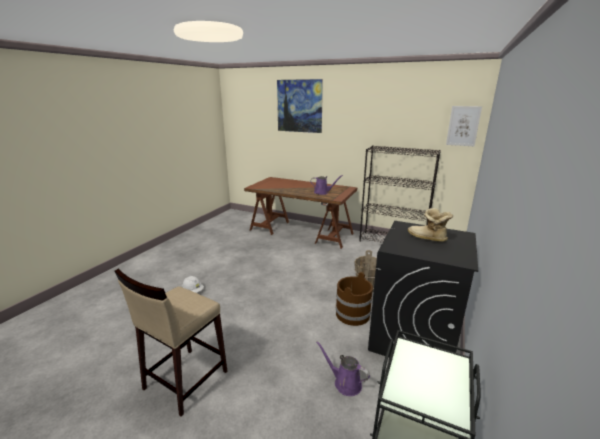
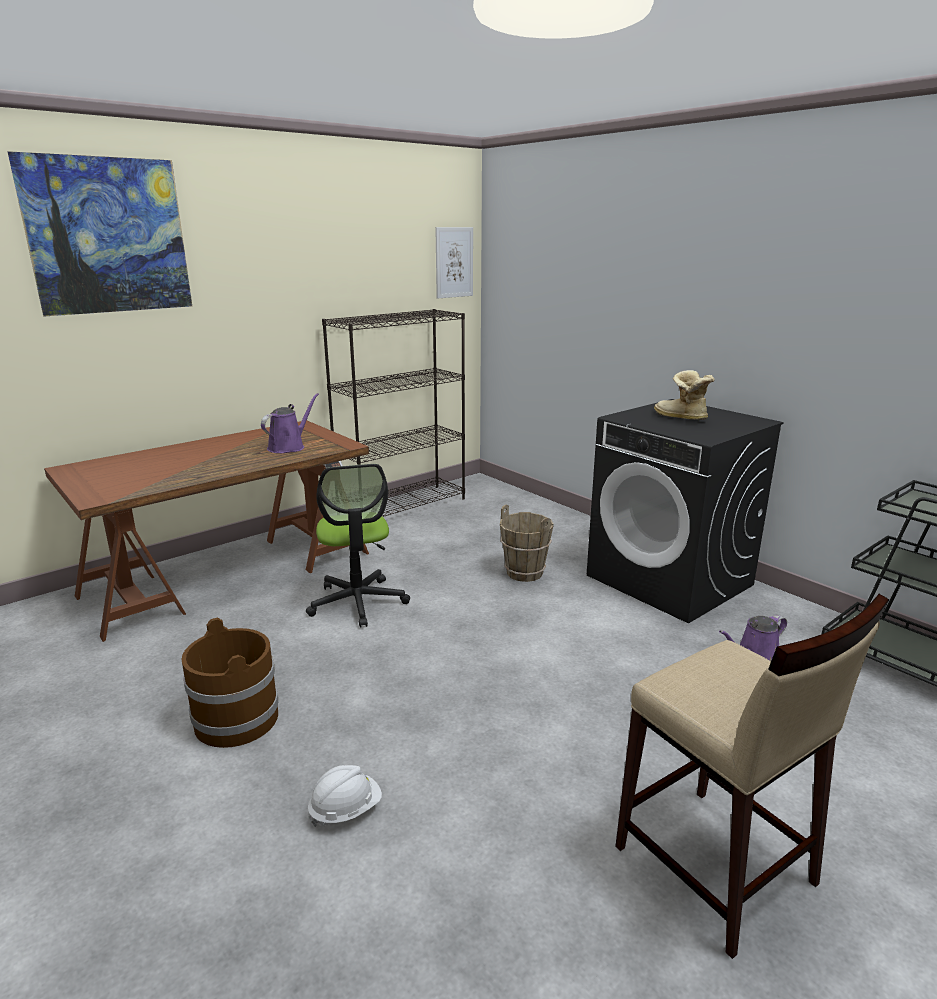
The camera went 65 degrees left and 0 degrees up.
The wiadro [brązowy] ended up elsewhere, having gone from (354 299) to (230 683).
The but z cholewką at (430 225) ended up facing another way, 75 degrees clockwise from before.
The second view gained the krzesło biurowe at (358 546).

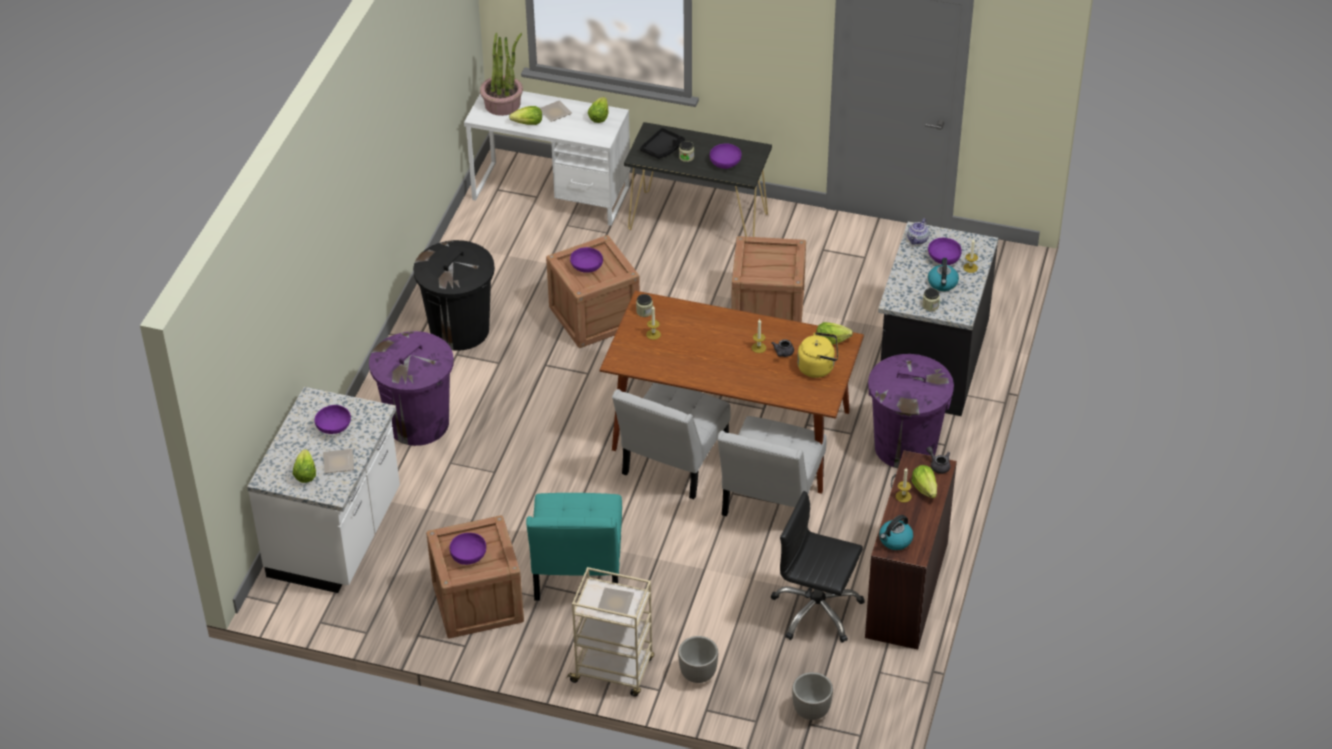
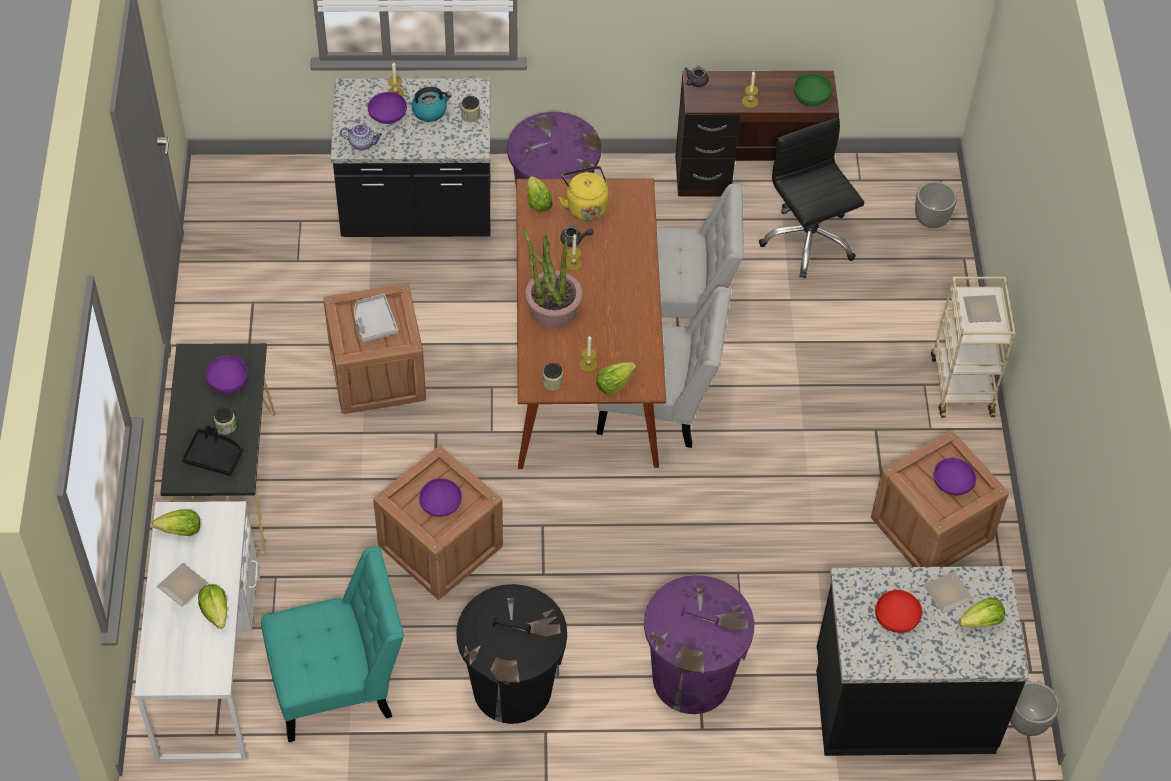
The camera went 110 degrees left and 10 degrees up.
What was the zabudowa kuchenna [biały] at (323 490) turned into the zabudowa kuchenna [czarny] at (922 661).
What was the miska [fioletowy] at (333 419) turned into the miska [czerwony] at (899 611).
The roślina doniczkowa ended up elsewhere, having gone from (501 74) to (553 278).
The krzesło [turkusowy] ended up elsewhere, having gone from (574 546) to (332 644).
The donica ended up elsewhere, having gone from (698 659) to (1034 709).
The krzesło biurowe [czarny] at (818 567) ended up facing another way, 150 degrees clockwise from before.
Where the czajnik stood at (896 532), the miska [zielony] came to stand at (813 89).
The sałata ended up elsewhere, having gone from (924 482) to (616 378).
The second view gained the taca [szary] at (376 318).

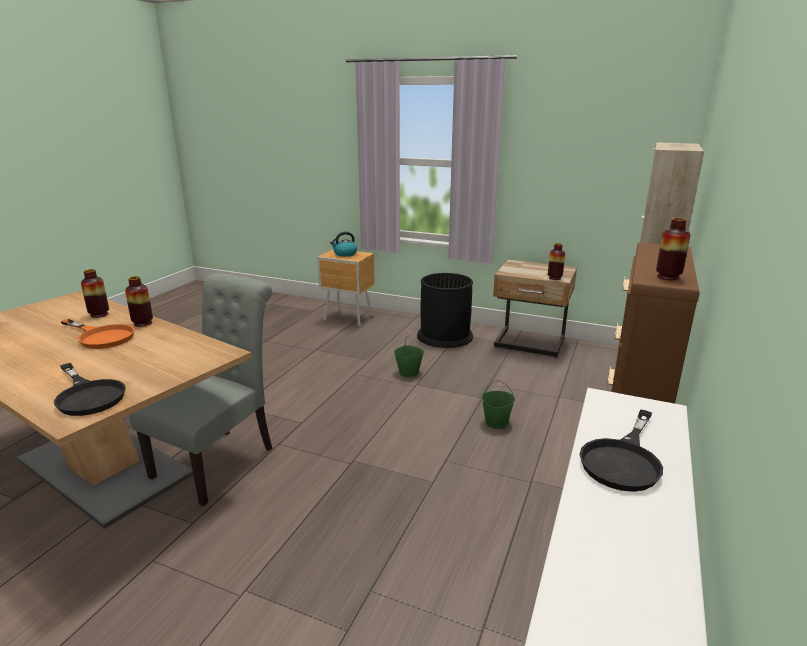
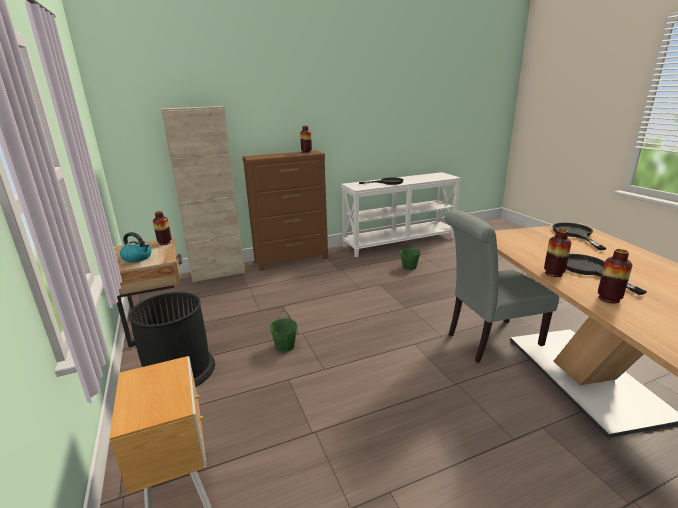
The camera went 135 degrees left and 0 degrees up.
What was the patelnia [pomarańczowy] at (97 334) turned into the patelnia [czarny] at (606 274).
The czajnik ended up elsewhere, having gone from (343 244) to (136 247).
The wiadro [zielony] ended up elsewhere, having gone from (498 404) to (410 256).

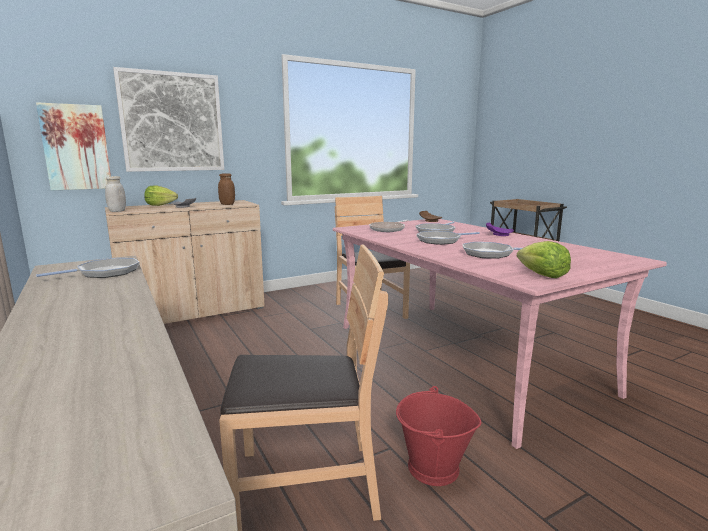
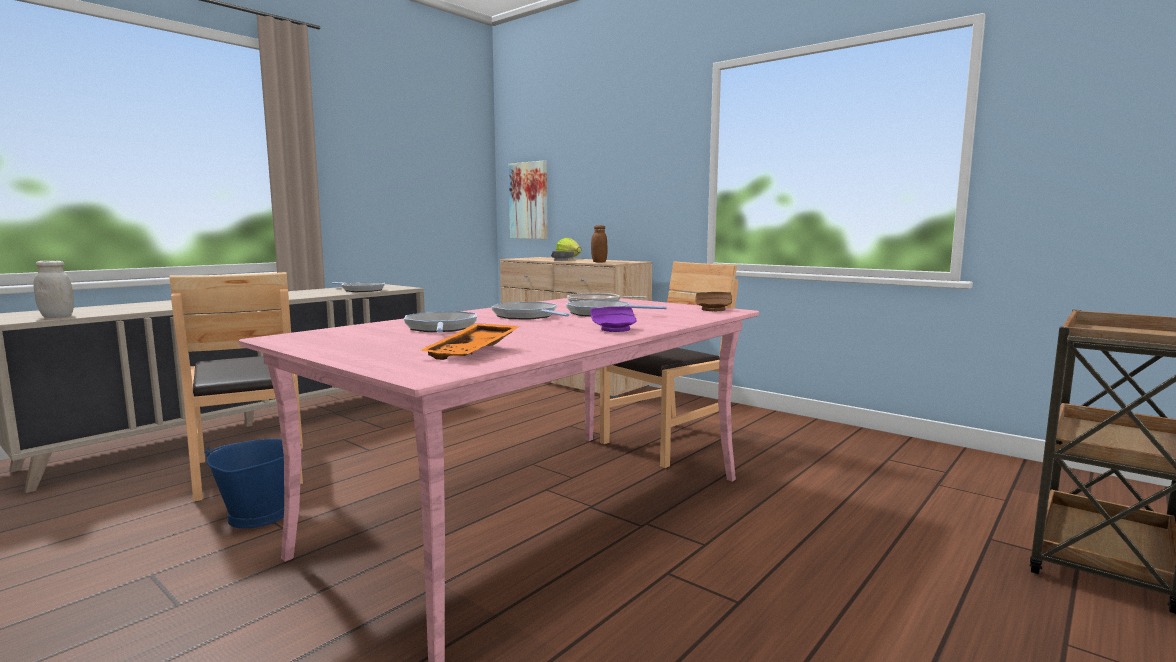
The camera went 70 degrees right and 5 degrees down.
The słoik [biały] ended up elsewhere, having gone from (115 194) to (53 289).
The second view lost the obraz at (168 119).
What was the wiadro [czerwony] at (438 436) turned into the wiadro [niebieski] at (244 483).
The second view lost the sałata at (544 259).
The second view gained the taca [pomarańczowy] at (469 342).

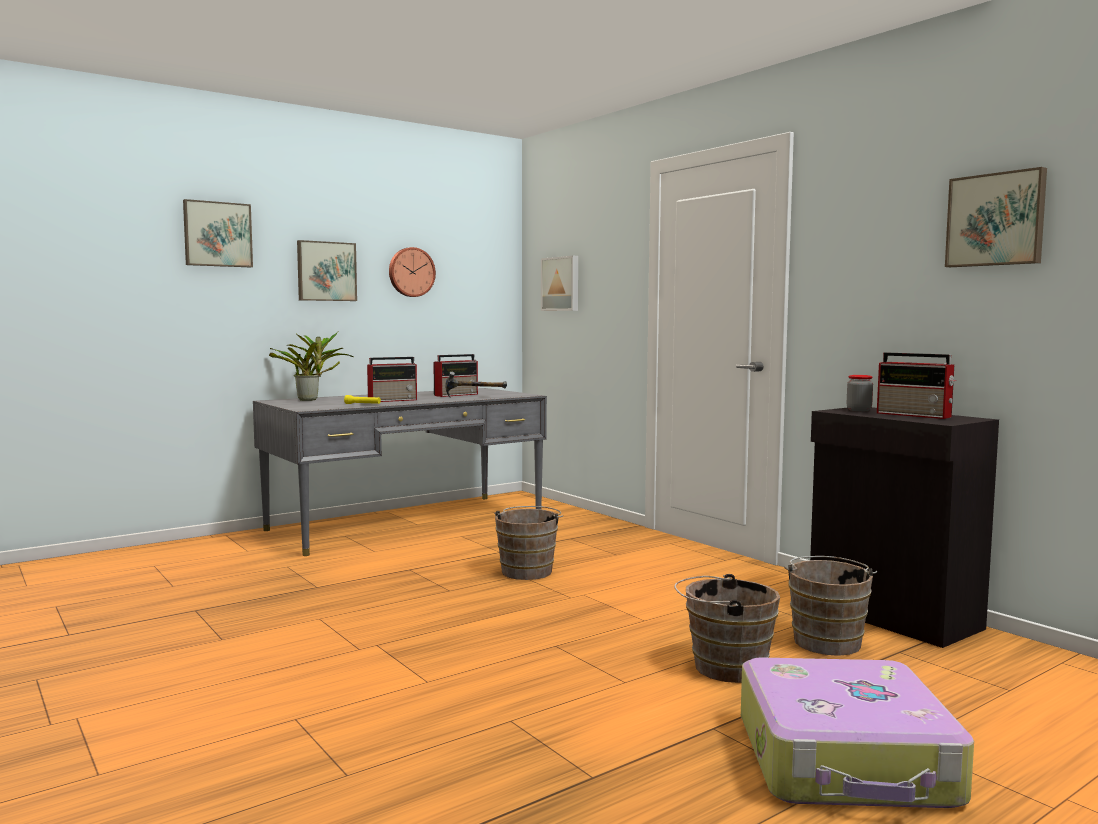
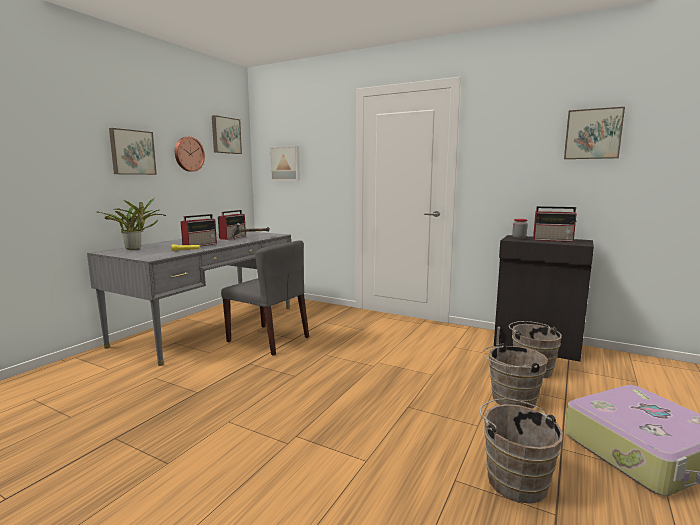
The camera went 25 degrees left and 5 degrees up.
The obraz ended up elsewhere, having gone from (218 233) to (227 134).
The wiadro [brązowy] ended up elsewhere, having gone from (528 543) to (521 451).
The second view gained the krzesło [szary] at (265 298).

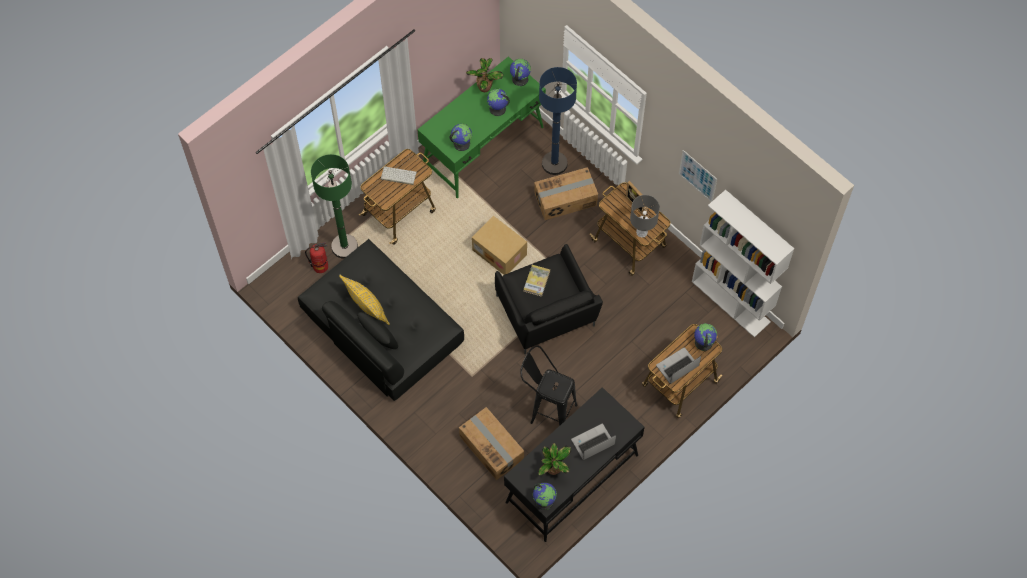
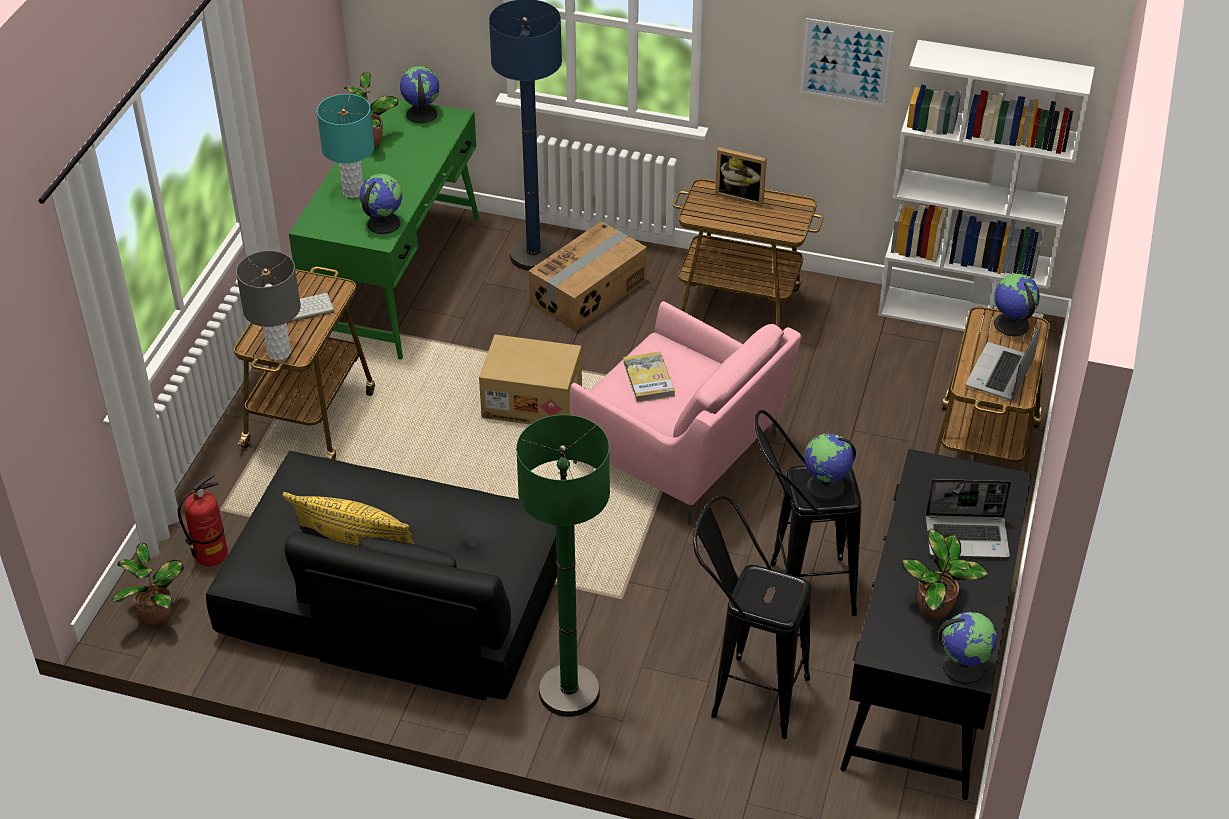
The camera went 30 degrees left and 20 degrees down.
The lampa stojąca [zielony] ended up elsewhere, having gone from (334 206) to (563 566).
Where the karton stood at (491 443), the stołek [czarny] came to stand at (752 617).
The globus ended up elsewhere, having gone from (498 102) to (830 467).
What was the fotel [czarny] at (549 299) turned into the fotel [różowy] at (685 413).
The laptop at (593 442) ended up facing another way, 120 degrees counterclockwise from before.
The lampa stołowa [szary] ended up elsewhere, having gone from (645 216) to (268 305).
The second view gained the roślina doniczkowa at (148 584).
The second view gained the lampa stołowa [turkusowy] at (345 146).

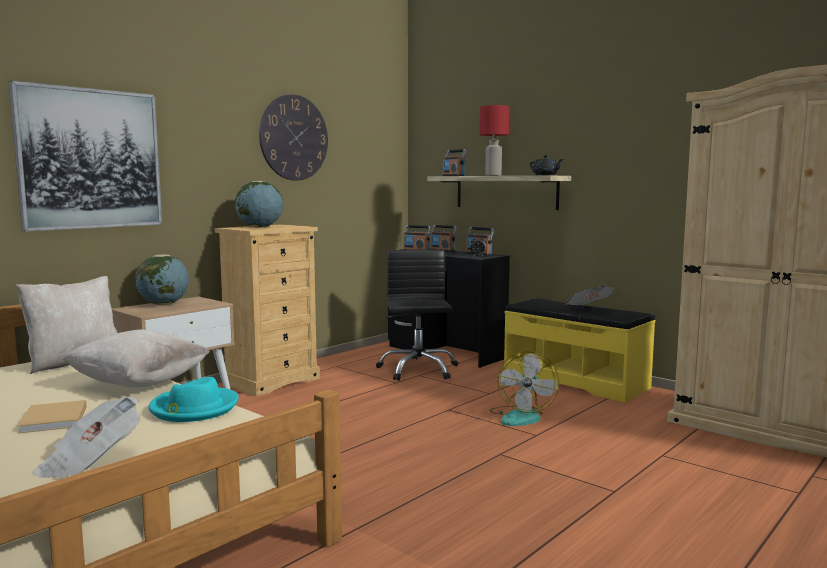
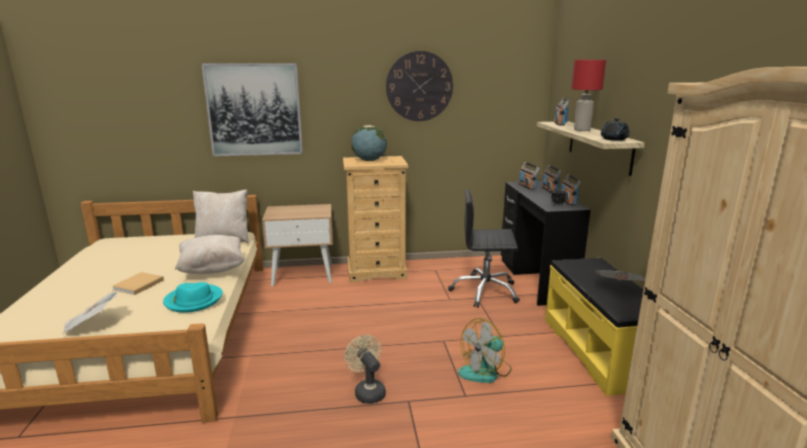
The camera went 40 degrees right and 10 degrees up.
The second view lost the globus at (162 279).
The krzesło biurowe [czarny] at (417 315) ended up facing another way, 120 degrees counterclockwise from before.
The second view gained the wentylator [beżowy] at (365 369).

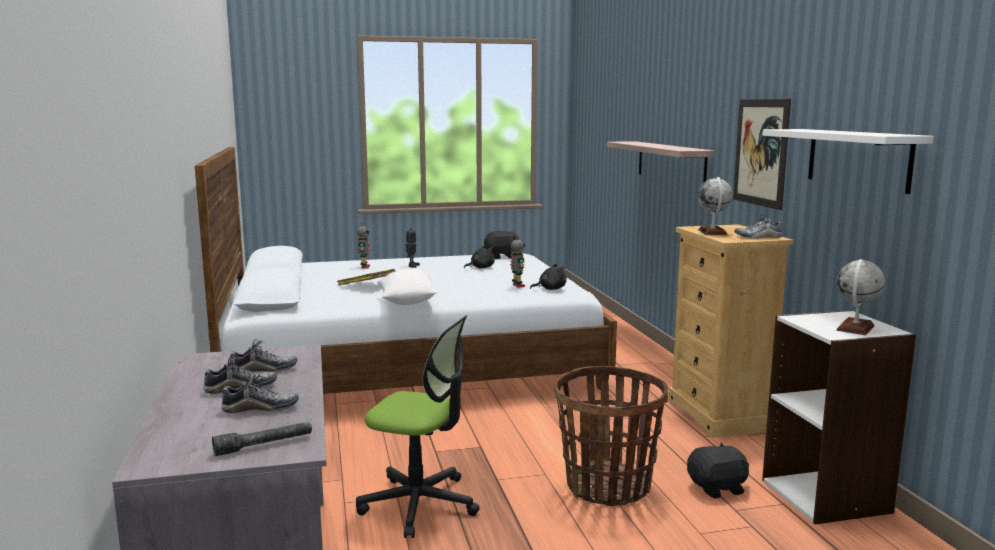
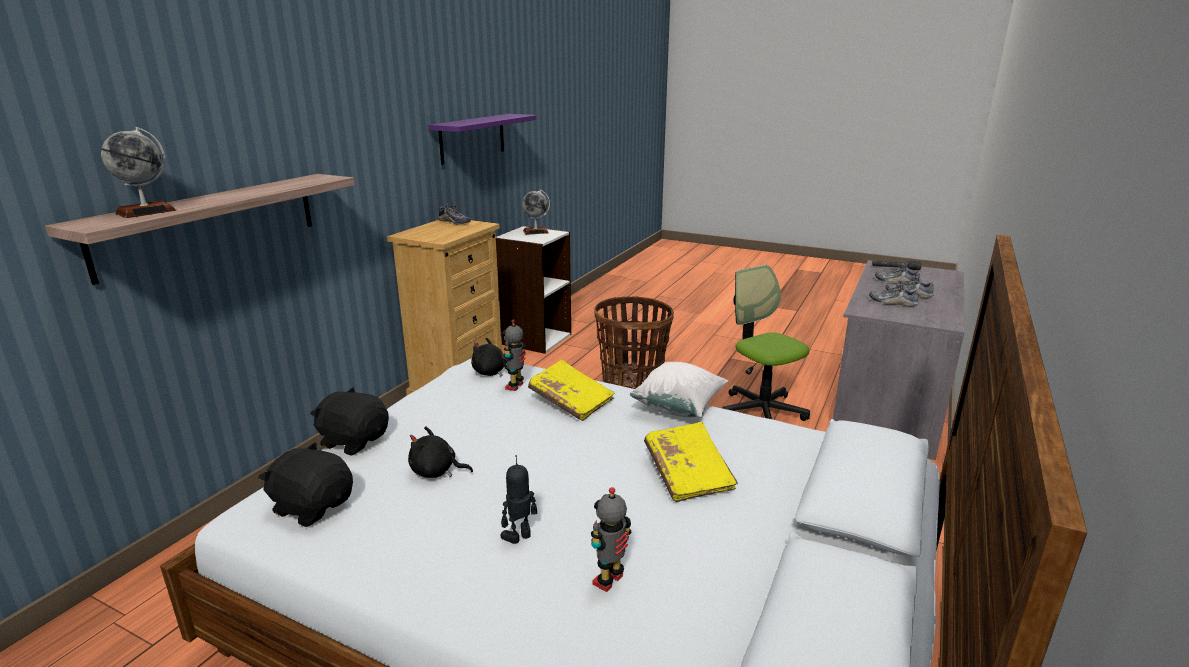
The camera went 140 degrees left and 10 degrees up.
The pluszak [czarny] ended up elsewhere, having gone from (718 471) to (349 421).
The globus ended up elsewhere, having gone from (715 206) to (138 172).
The second view lost the obraz at (762 154).
What was the półka [biały] at (848 161) turned into the półka [fioletowy] at (482 139).
The second view gained the książka [żółty] at (571 390).

